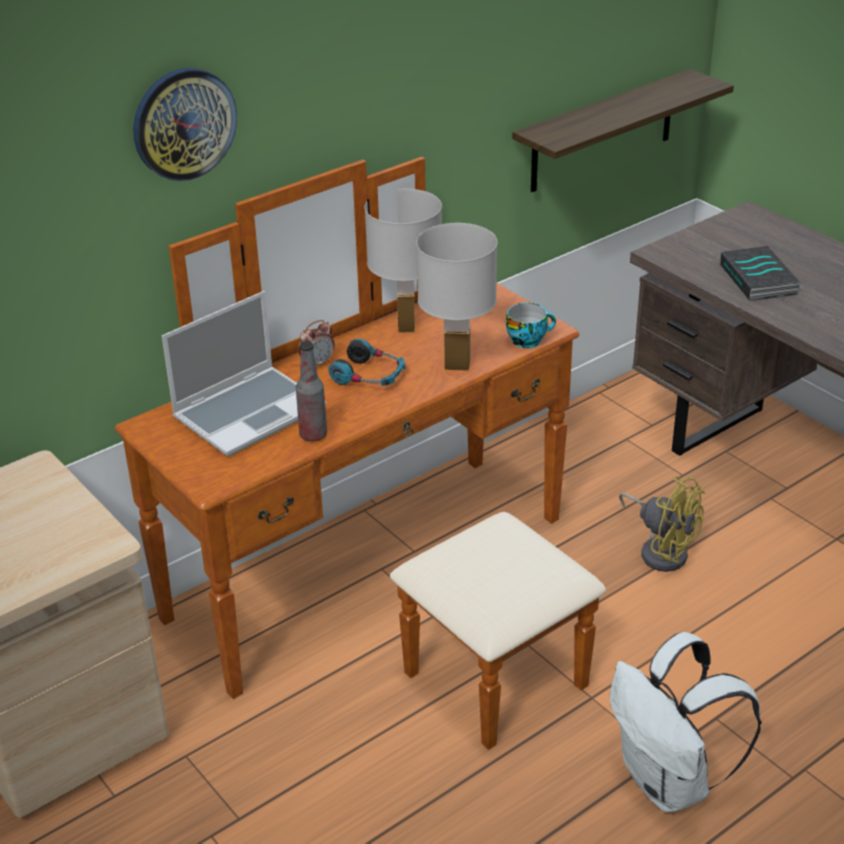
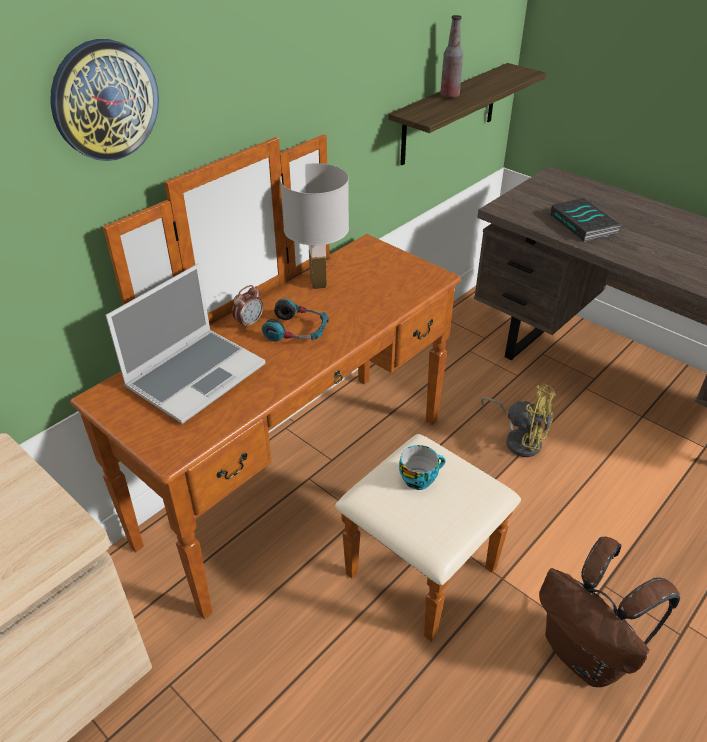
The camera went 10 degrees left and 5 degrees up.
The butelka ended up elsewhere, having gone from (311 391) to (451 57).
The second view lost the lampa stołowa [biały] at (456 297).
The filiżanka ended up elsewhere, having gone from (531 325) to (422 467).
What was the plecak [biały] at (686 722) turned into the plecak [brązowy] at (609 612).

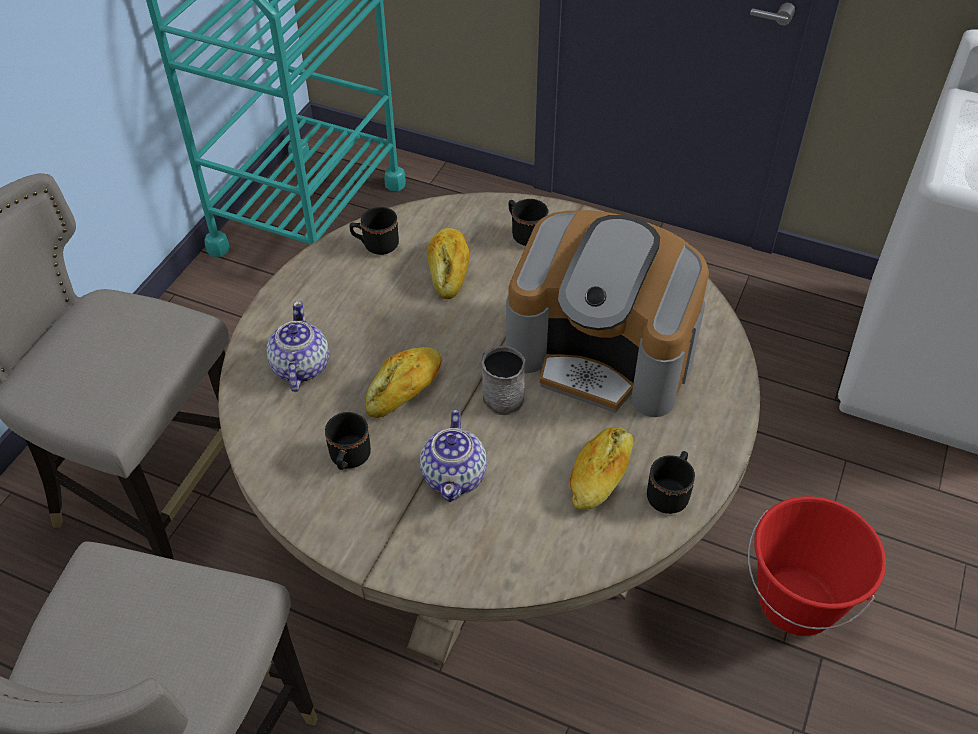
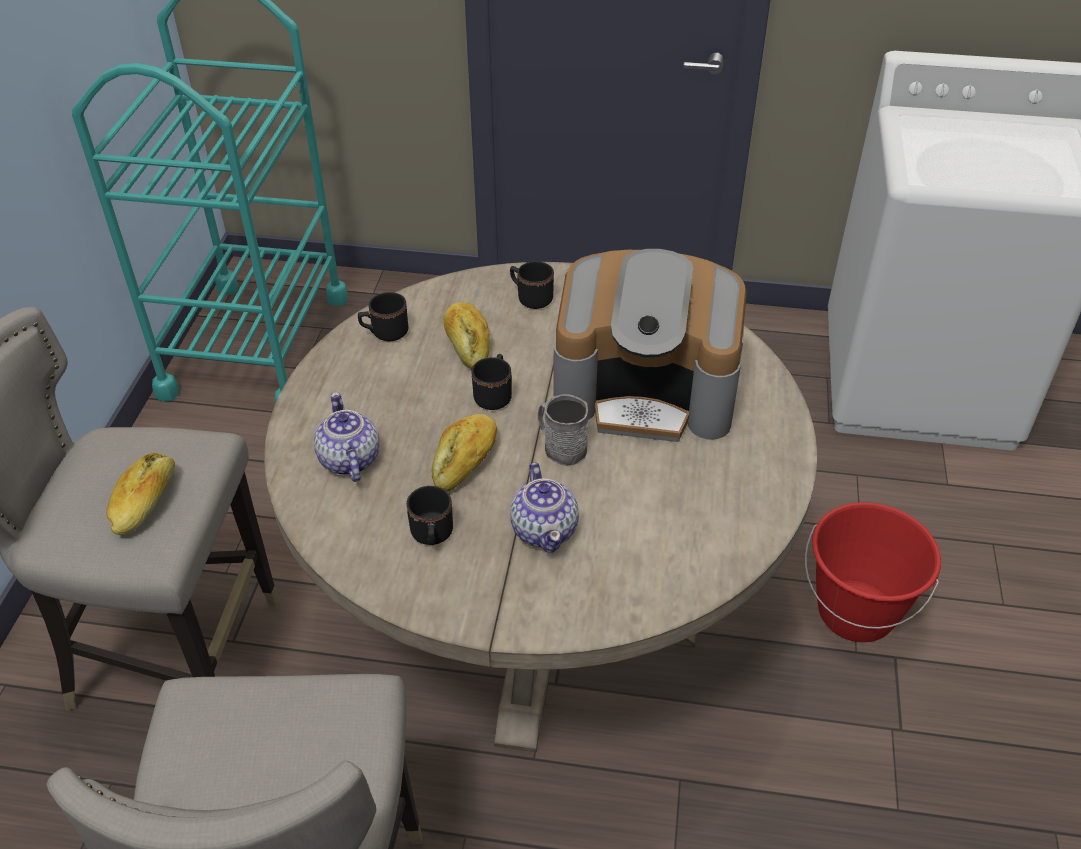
The camera went 15 degrees left and 5 degrees down.
The chleb ended up elsewhere, having gone from (602 468) to (141 494).
The kubek [czarny] ended up elsewhere, having gone from (671 482) to (491 382).

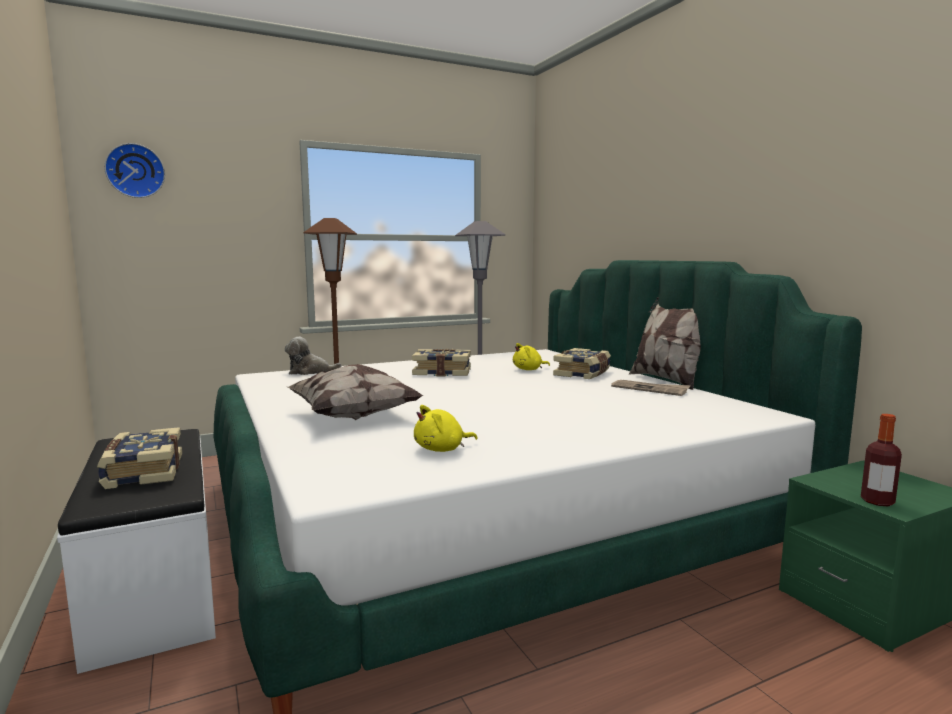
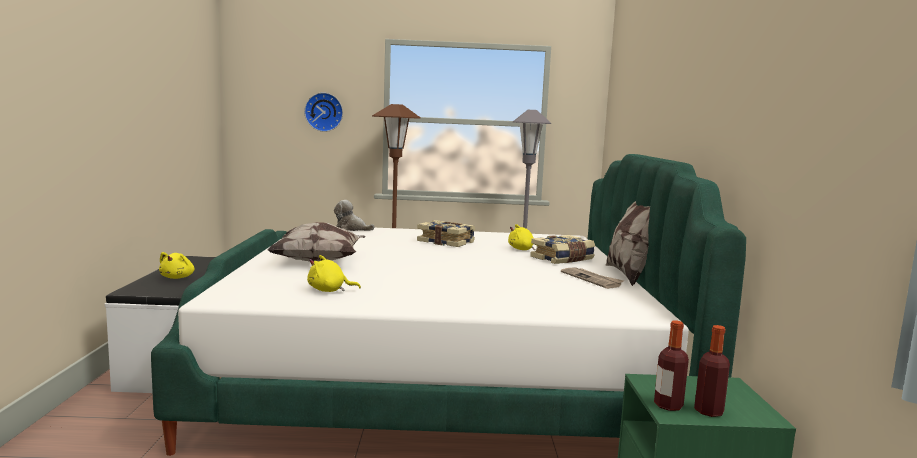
The camera went 25 degrees right and 0 degrees up.
Where the książka stood at (139 458), the pluszak [żółty] came to stand at (176 265).
The zegar ścienny ended up elsewhere, having gone from (134 170) to (323 112).
The second view gained the butelka at (712 371).

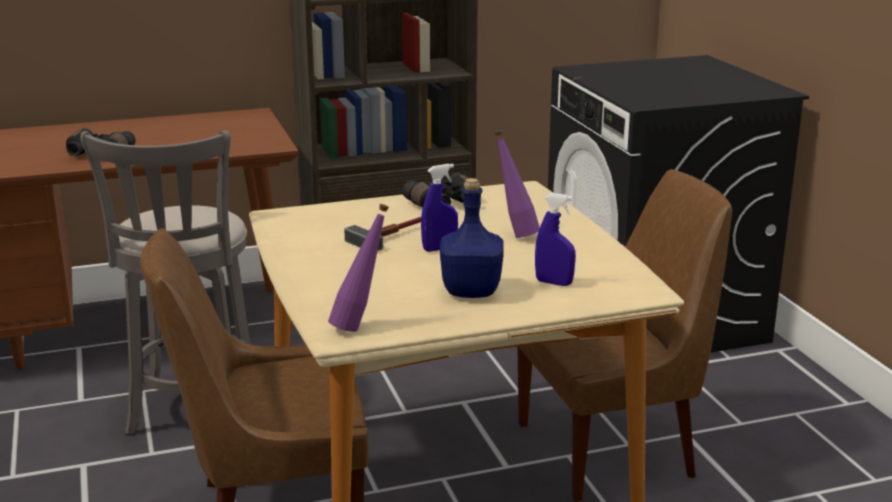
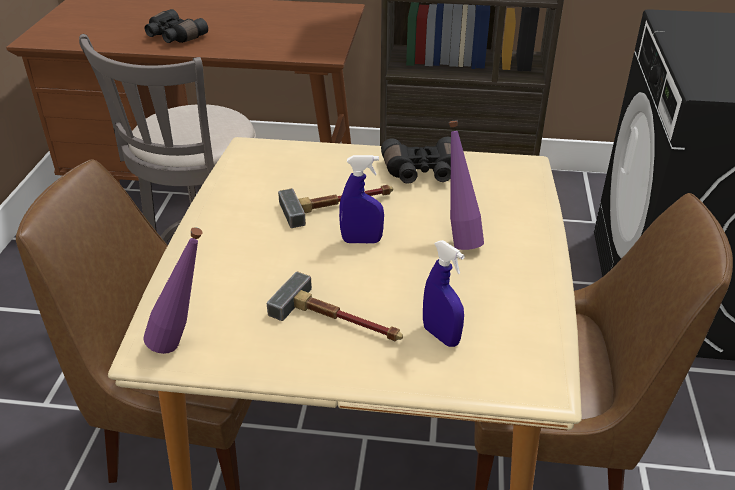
The camera went 25 degrees right and 15 degrees up.
Where the butelka [niebieski] stood at (472 238), the młotek came to stand at (335 306).

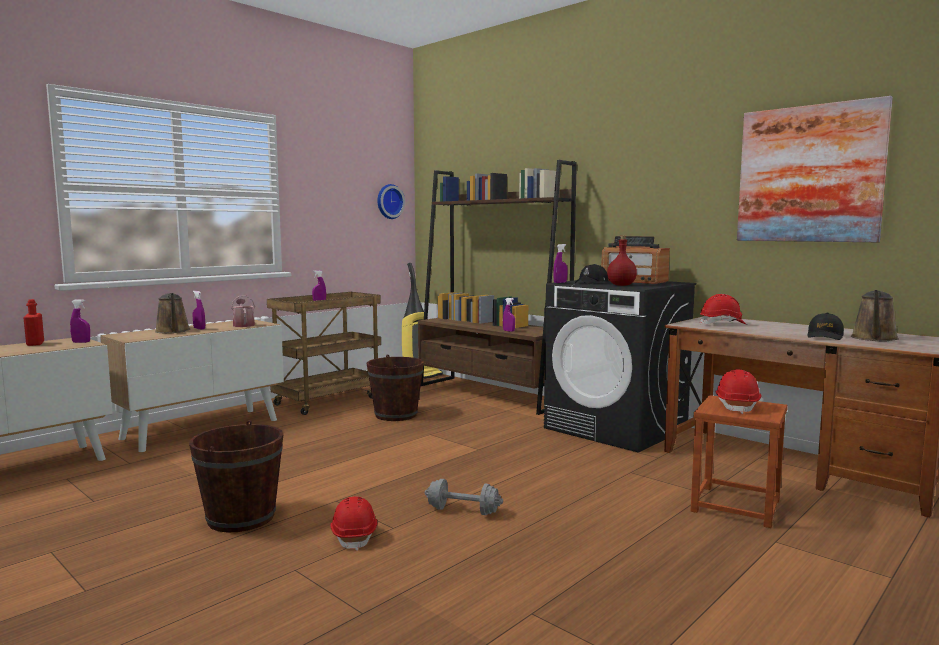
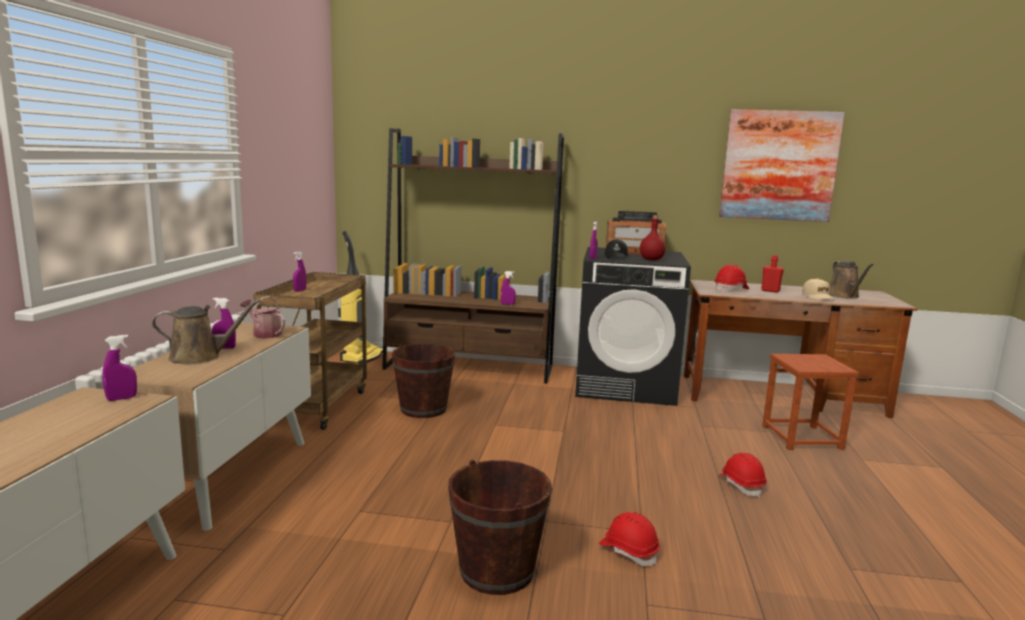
The camera went 35 degrees left and 5 degrees up.
The butelka [czerwony] ended up elsewhere, having gone from (33 322) to (772 274).
The konewka [brązowy] at (172 313) ended up facing another way, 45 degrees counterclockwise from before.
The second view lost the zegar ścienny at (391 201).
The second view lost the hantel [szary] at (464 497).
The kask [czerwony] ended up elsewhere, having gone from (738 392) to (743 475).
What was the czapka z daszkiem [czarny] at (825 326) turned into the czapka z daszkiem [beżowy] at (818 289).

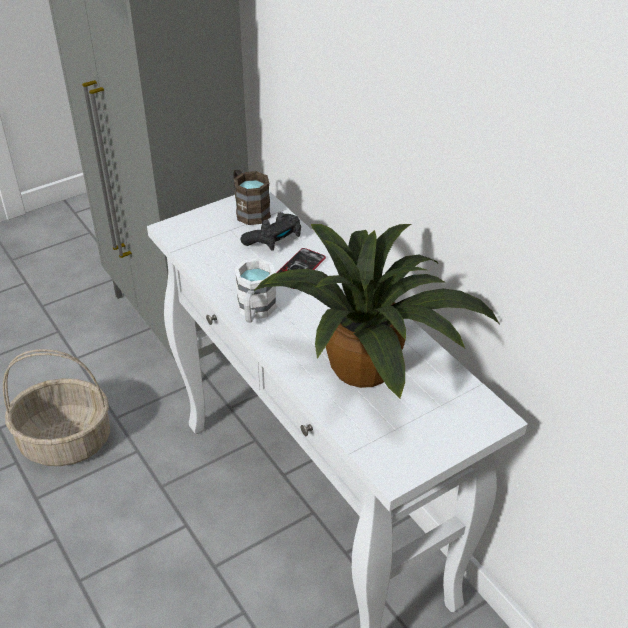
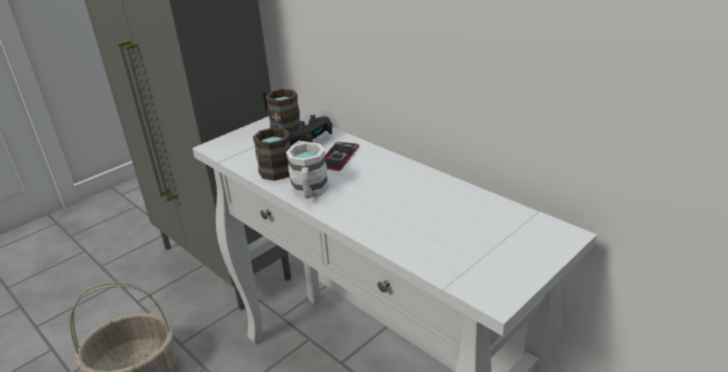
The camera went 10 degrees left and 10 degrees down.
The second view lost the roślina doniczkowa at (376 311).
The second view gained the kubek [brązowy] at (272 153).

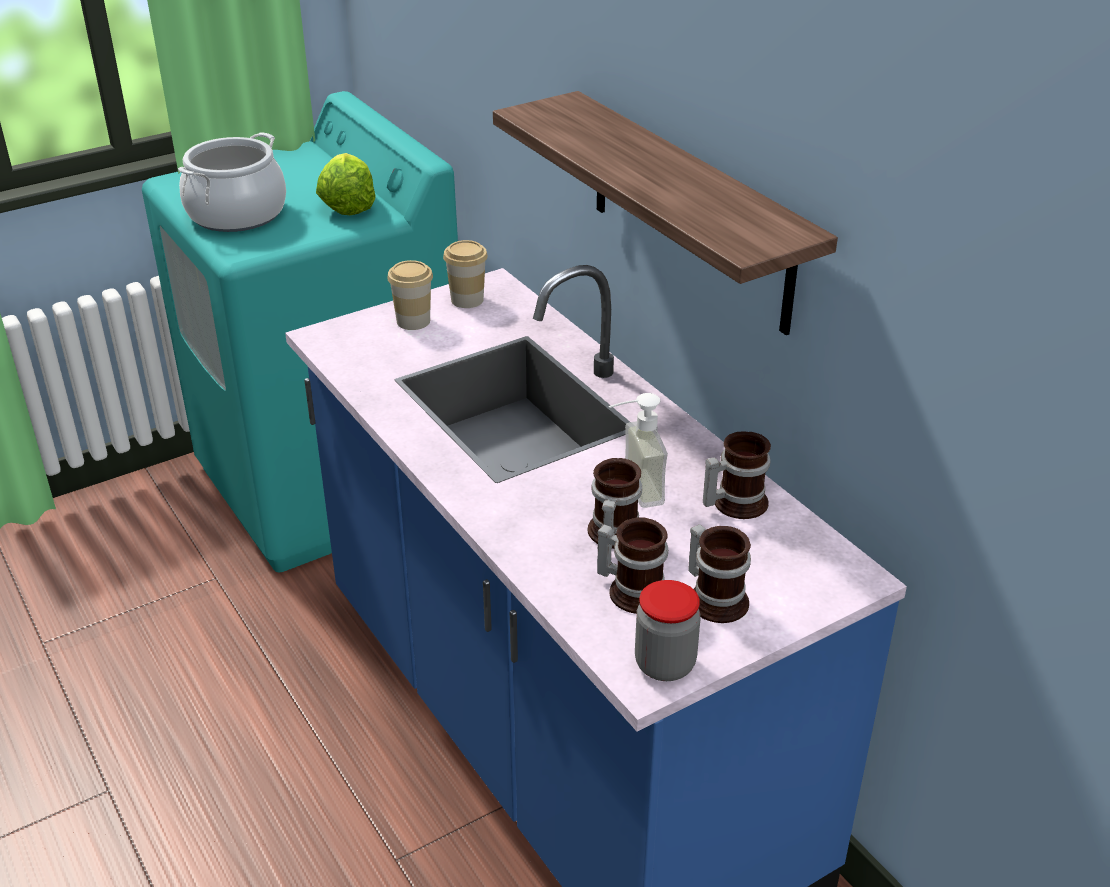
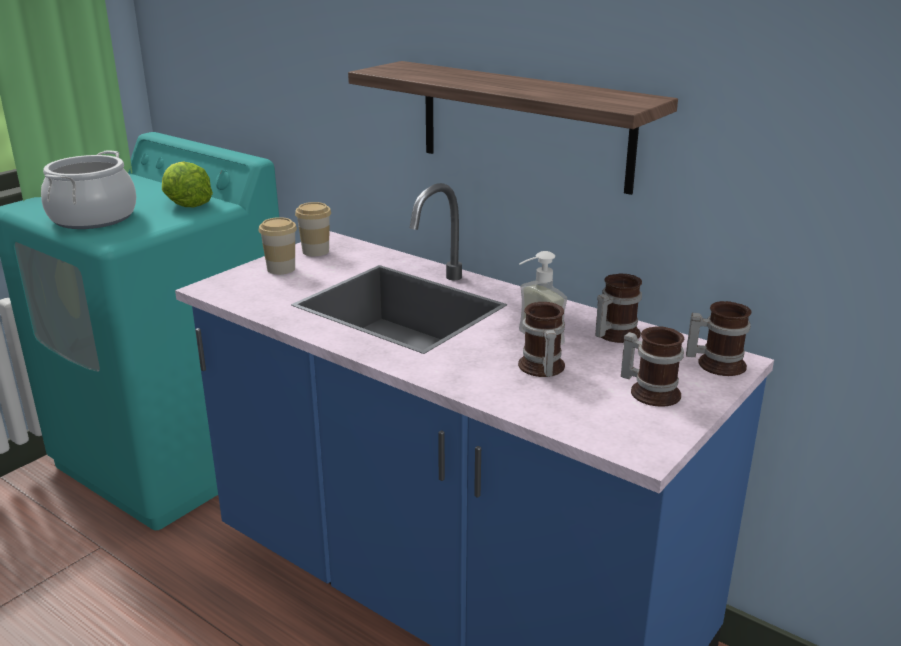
The camera went 20 degrees left and 10 degrees down.
The kubek ended up elsewhere, having gone from (632 565) to (719 338).
The second view lost the słoik at (668 630).

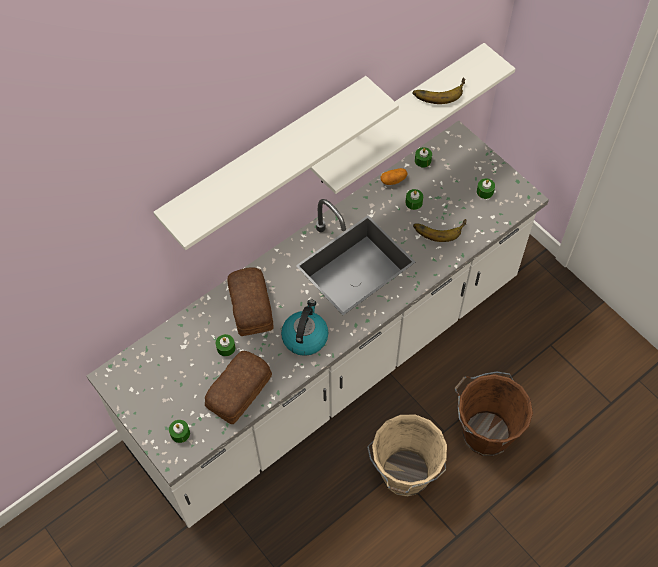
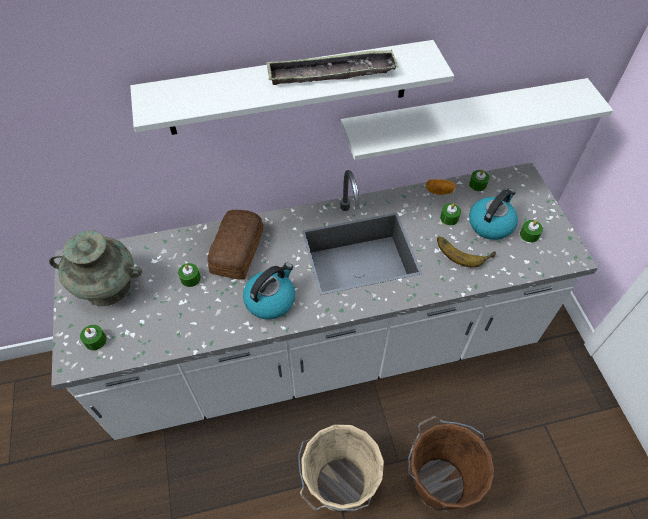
The camera went 25 degrees right and 5 degrees down.
The second view lost the chleb at (238 387).
The second view lost the banan at (439 91).
The second view gained the wazon [turkusowy] at (95 268).
The second view gained the taca at (333 67).
The second view gained the czajnik at (493 214).

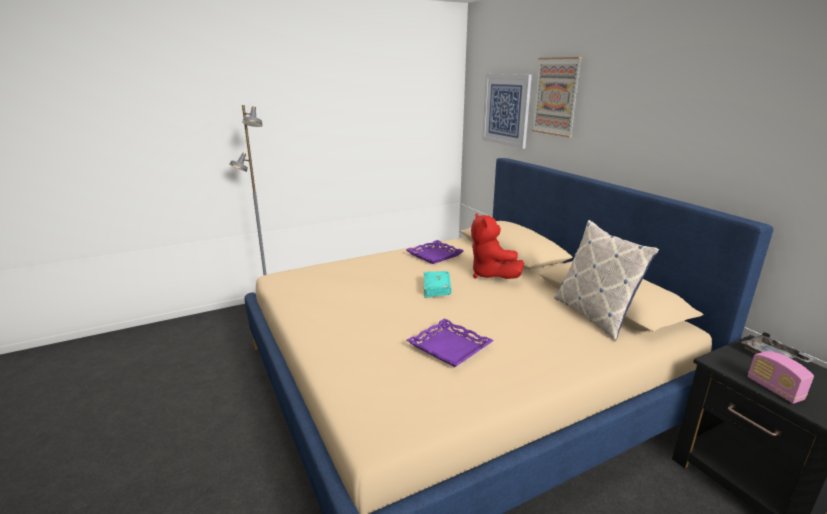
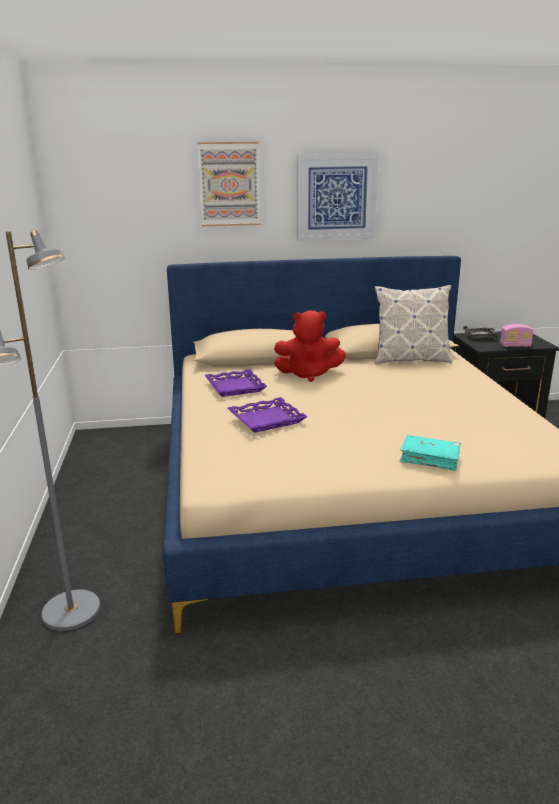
The camera went 70 degrees left and 0 degrees up.
The taca [fioletowy] ended up elsewhere, having gone from (450 342) to (267 415).
The książka [turkusowy] ended up elsewhere, having gone from (438 284) to (430 453).
The obraz ended up elsewhere, having gone from (507 111) to (338 197).

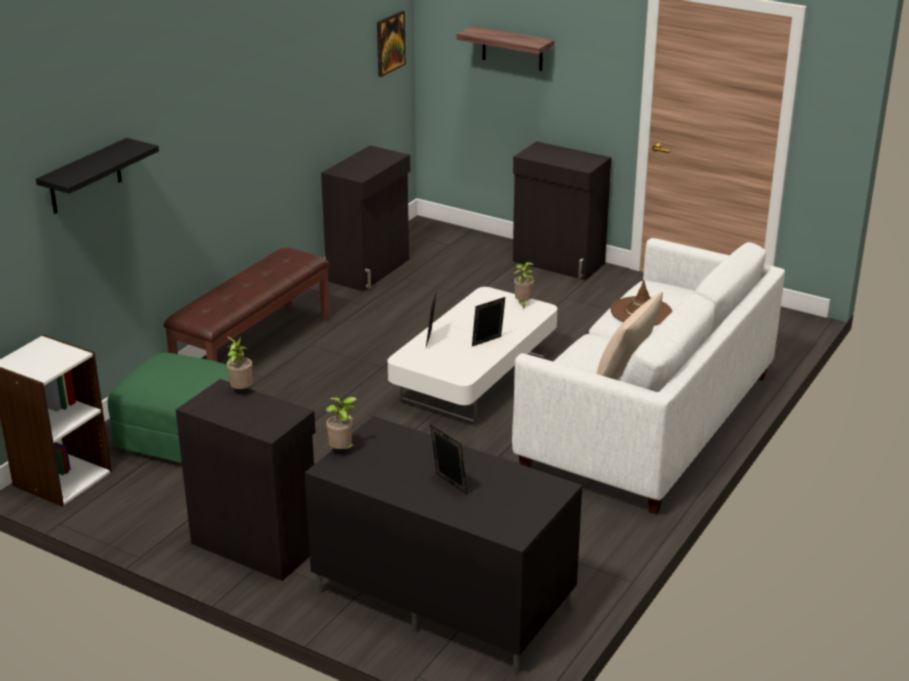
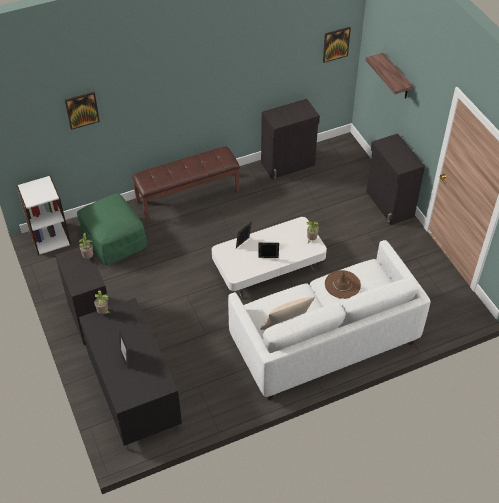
The camera went 35 degrees right and 20 degrees up.
Where the półka [czarny] hung at (97 176), the obraz came to hang at (82 111).

